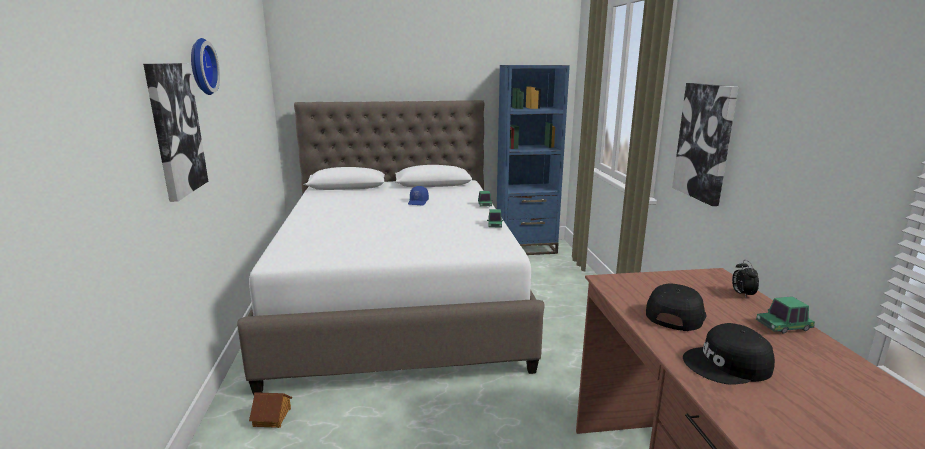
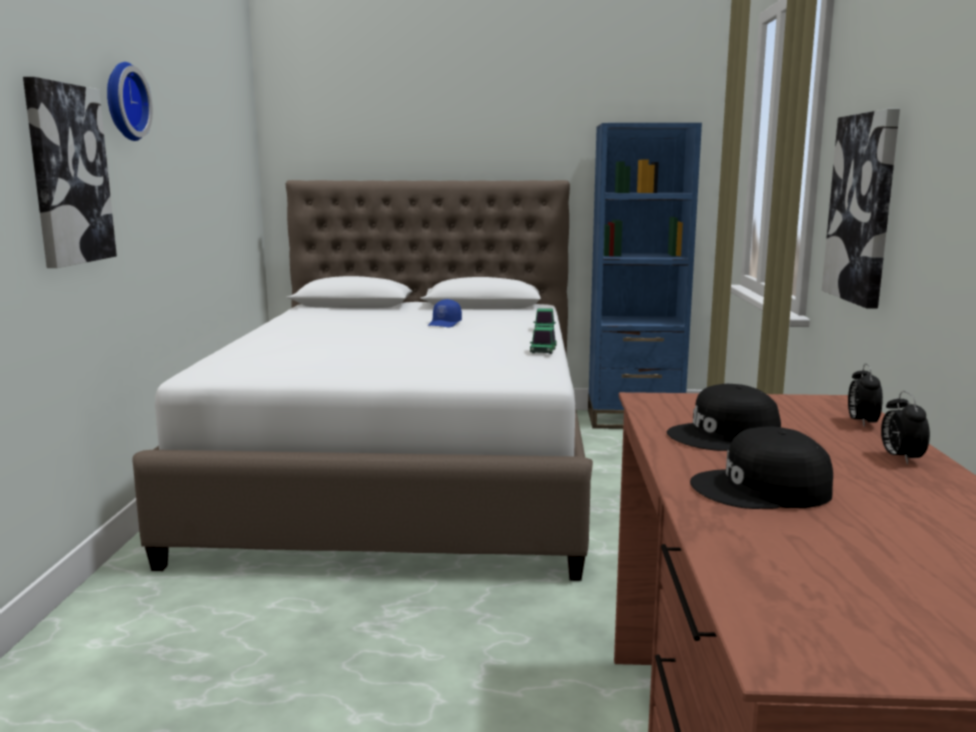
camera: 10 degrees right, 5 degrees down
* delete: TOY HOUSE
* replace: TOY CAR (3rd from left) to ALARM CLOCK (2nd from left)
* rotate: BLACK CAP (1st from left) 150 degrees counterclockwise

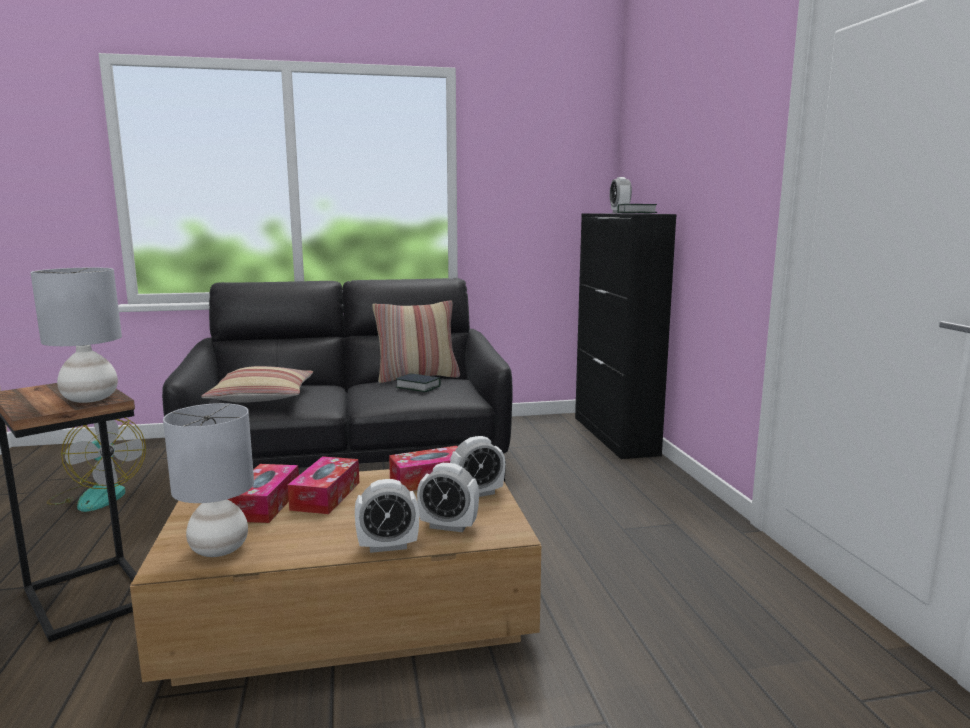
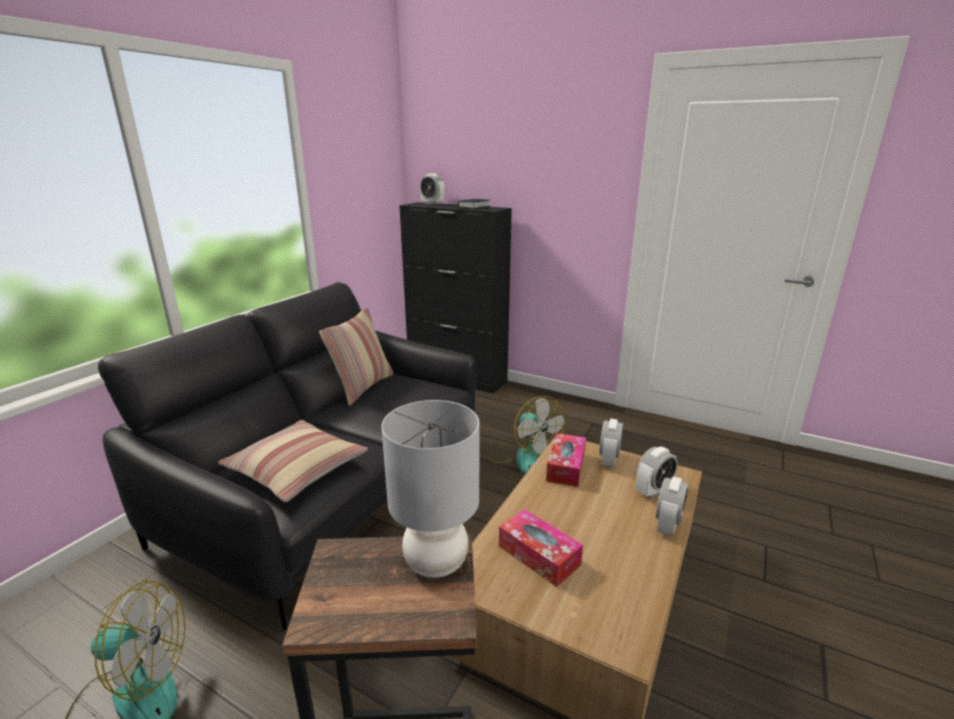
camera: 50 degrees left, 10 degrees up
* delete: GRAY LAMP FOR A TABLE (2nd from left)
* delete: TISSUE BOX (2nd from left)
* delete: BOUND BOOK (1st from left)
* insert: COOLING FAN (2nd from left)

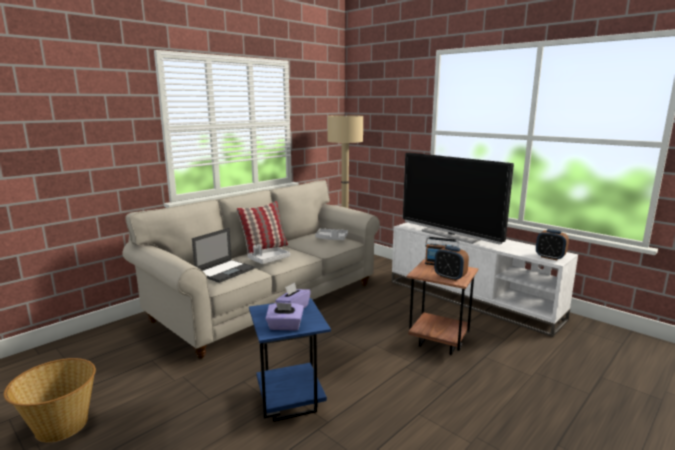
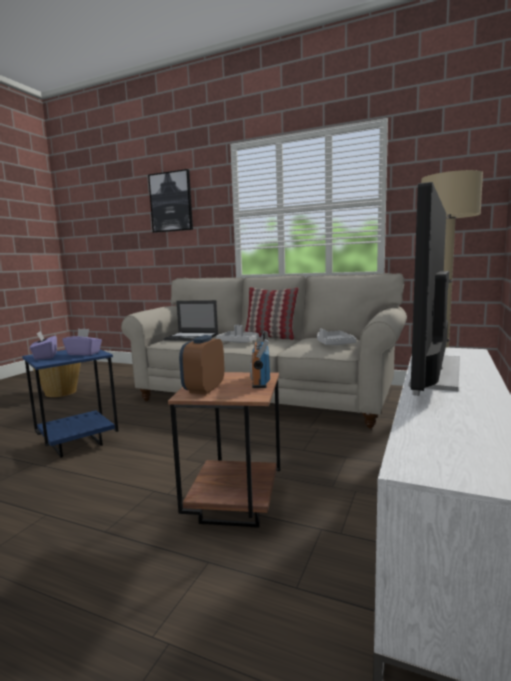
camera: 70 degrees right, 5 degrees down
* delete: ALARM CLOCK (2nd from left)
* insert: PICTURE

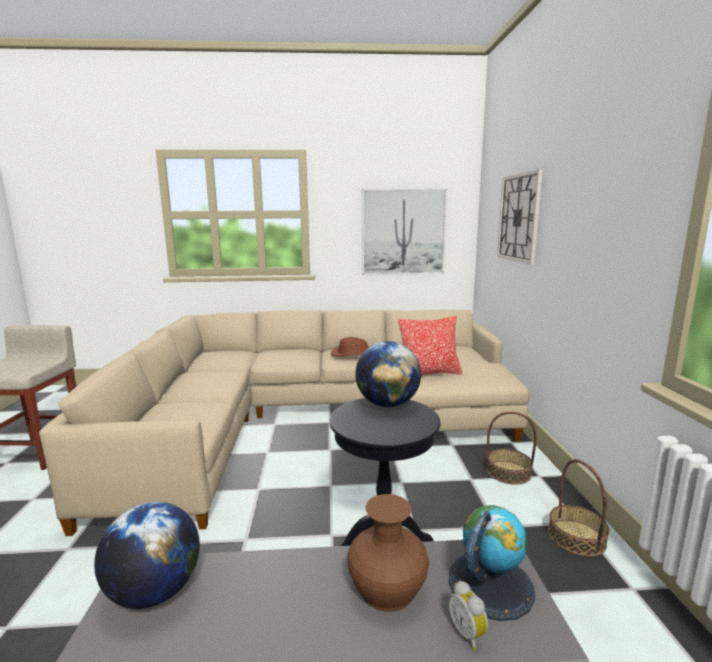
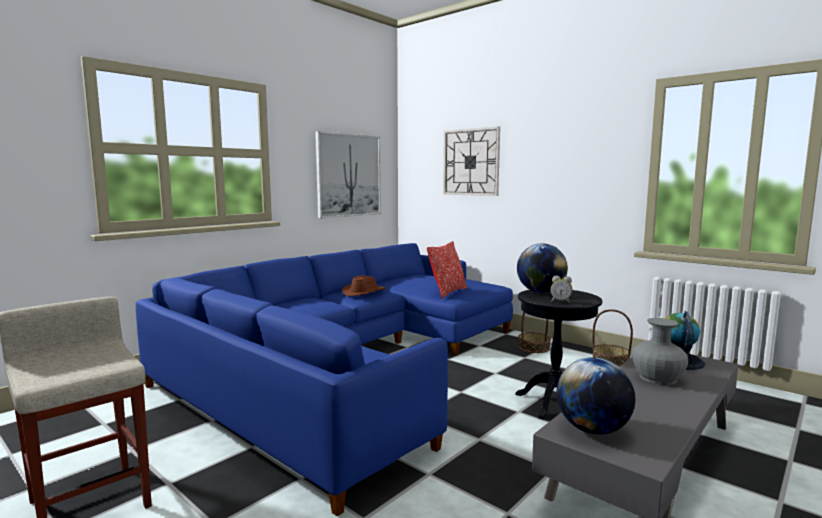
camera: 45 degrees left, 5 degrees down
* move: ALARM CLOCK
* recolor: BEIGE COUCH to BLUISH COUCH
* recolor: BROWNISH DECORATIVE VASE to GRAY DECORATIVE VASE

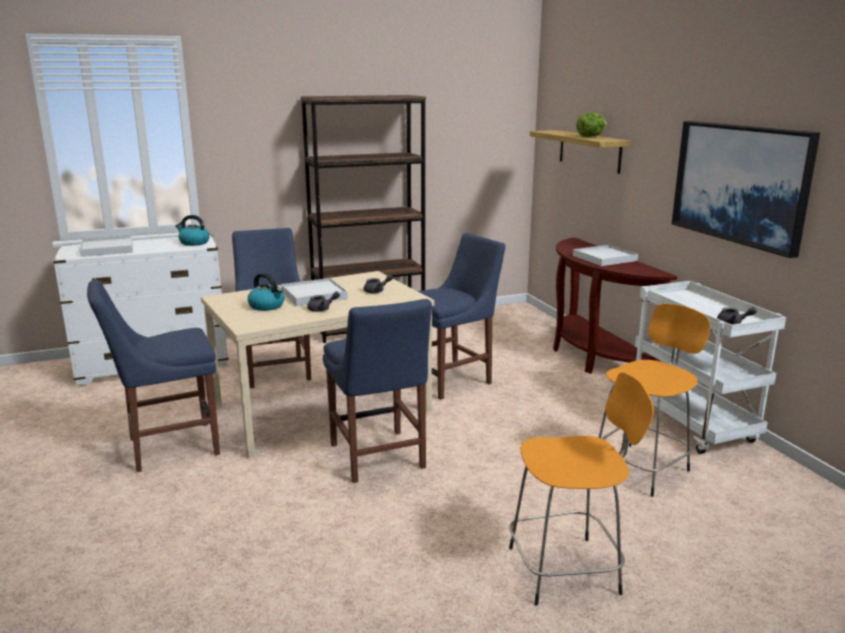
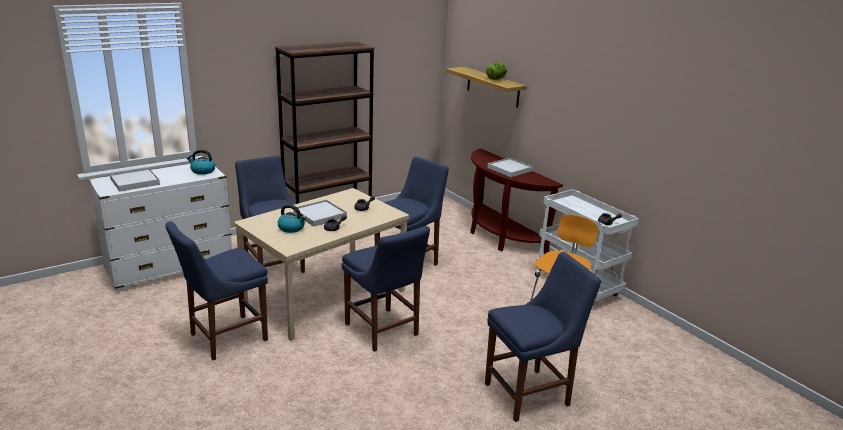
camera: 15 degrees left, 5 degrees up
* delete: PICTURE
* replace: ORANGE SITTING STOOL (1st from left) to BLUISH CHAIR (5th from left)

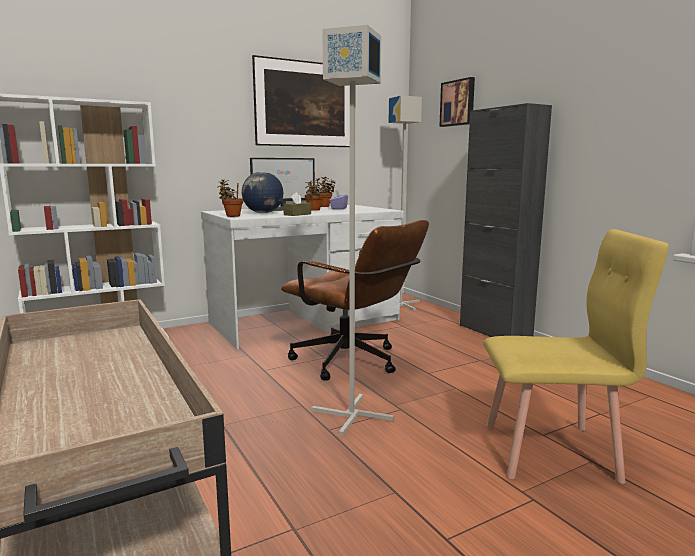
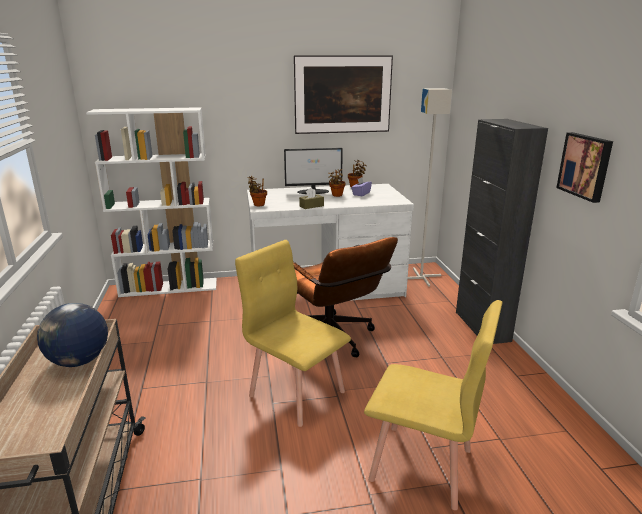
camera: 20 degrees right, 10 degrees up
* move: DESK GLOBE
* move: PICTURE (2nd from left)
* replace: GRAY STANDARD LAMP (1st from left) to YELLOW CHAIR (1st from left)

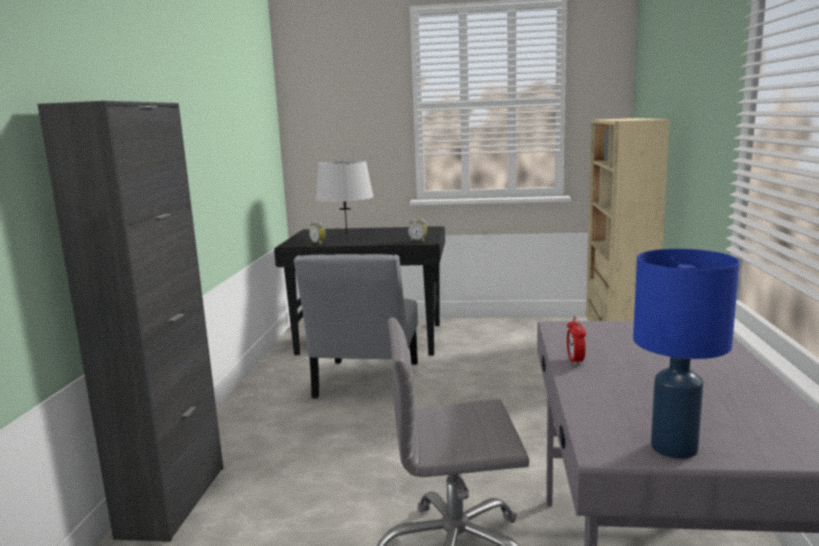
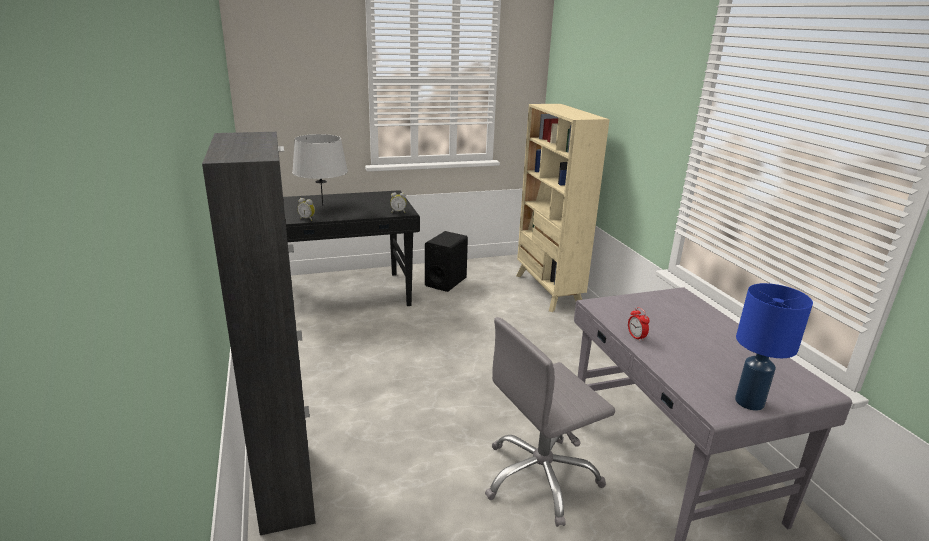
camera: 25 degrees left, 10 degrees up
* delete: GRAY CHAIR
* insert: BLACK AUDIO SPEAKER

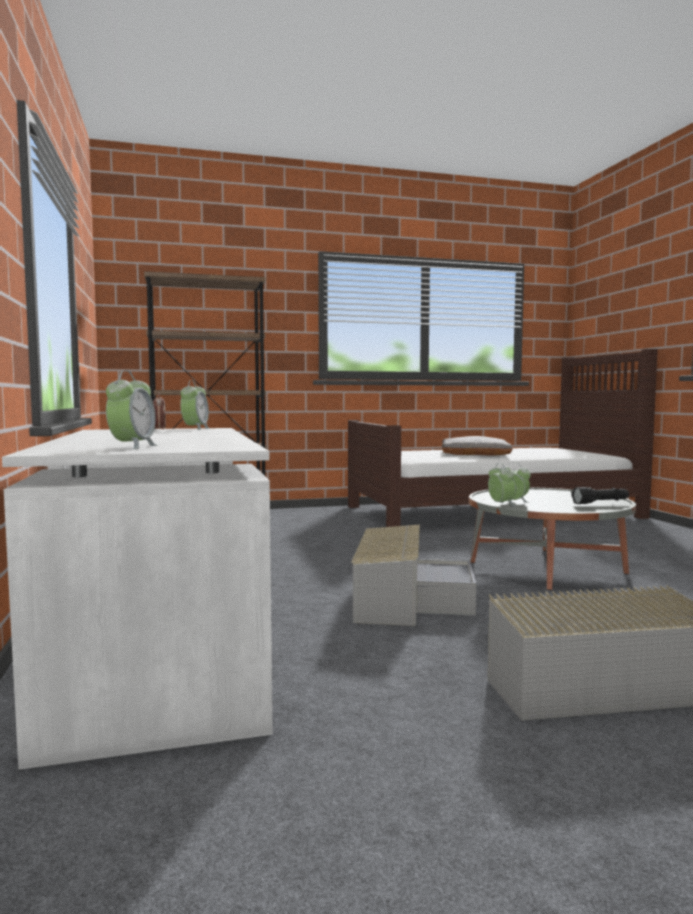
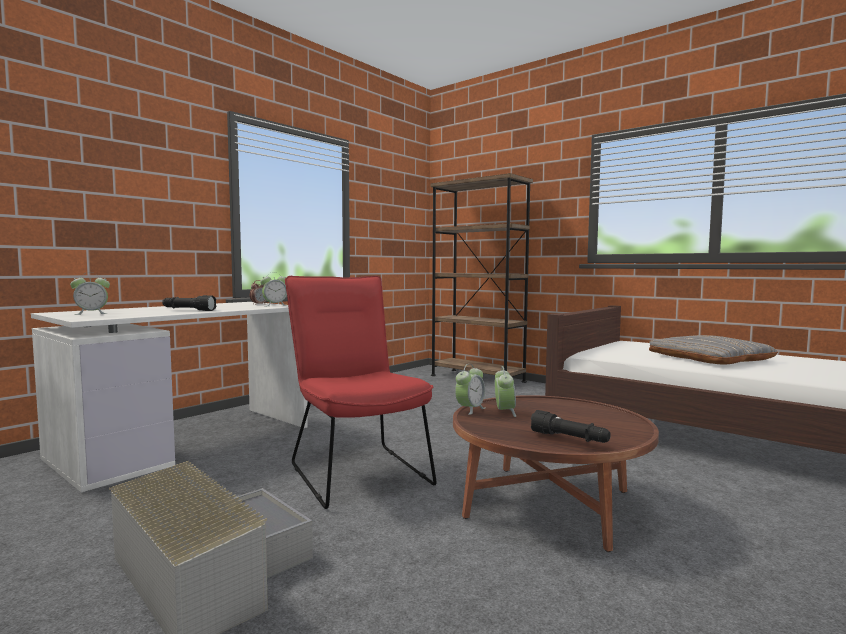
camera: 55 degrees right, 0 degrees up
* insert: BLACK HAND TORCH (1st from left)
* replace: GRAY STORAGE BIN (1st from left) to RED CHAIR
* recolor: GRAY LOW TABLE to BROWNISH LOW TABLE

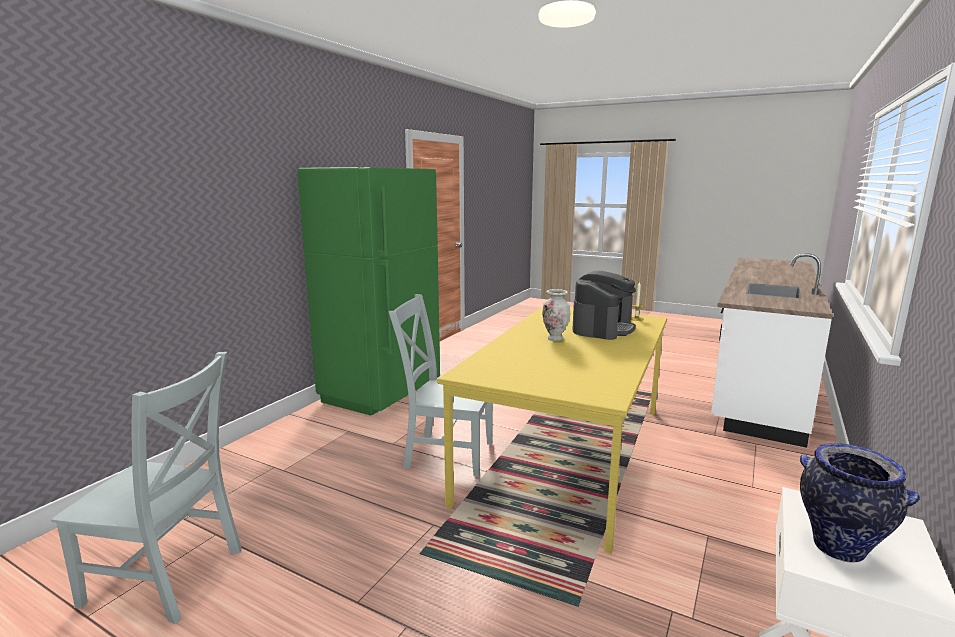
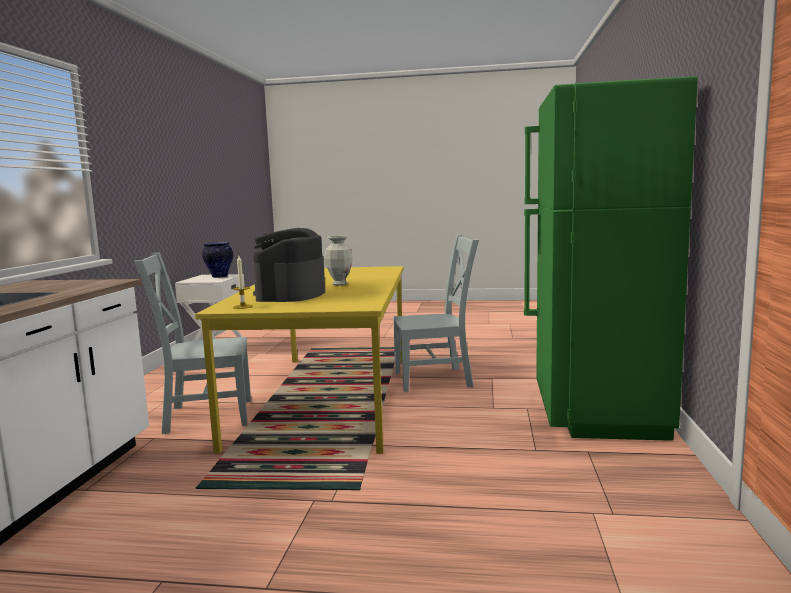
camera: 160 degrees right, 5 degrees down
* move: GRAY CHAIR (1st from left)

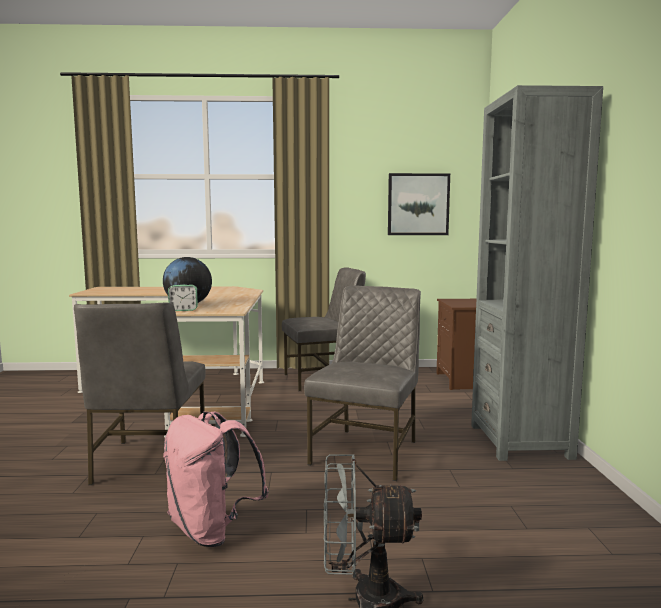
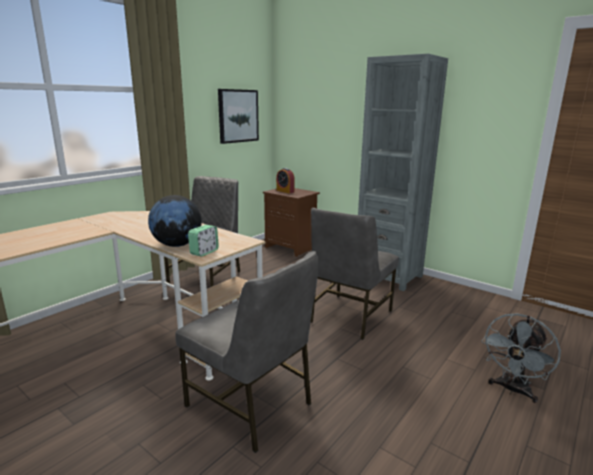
camera: 50 degrees left, 10 degrees up
* delete: PINK KNAPSACK
* insert: ALARM CLOCK (2nd from left)
* rotate: GRAY CHAIR (3rd from left) 120 degrees counterclockwise

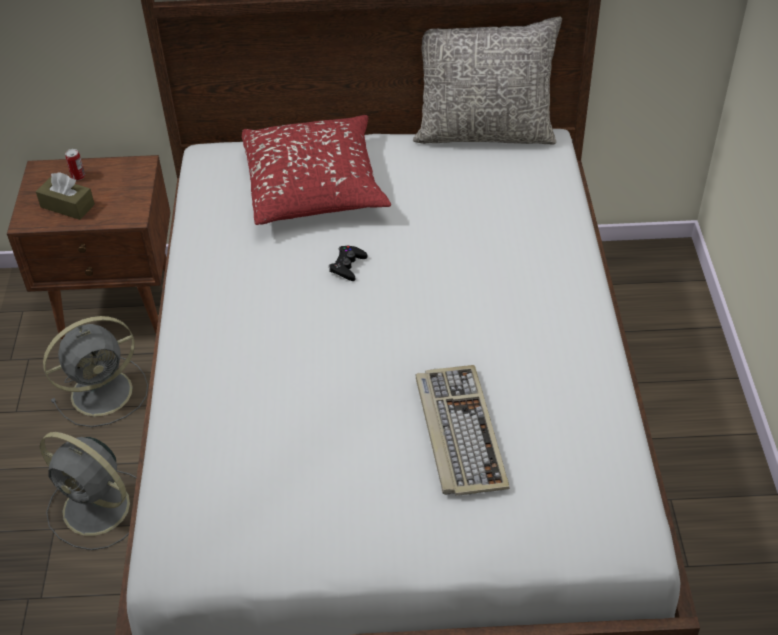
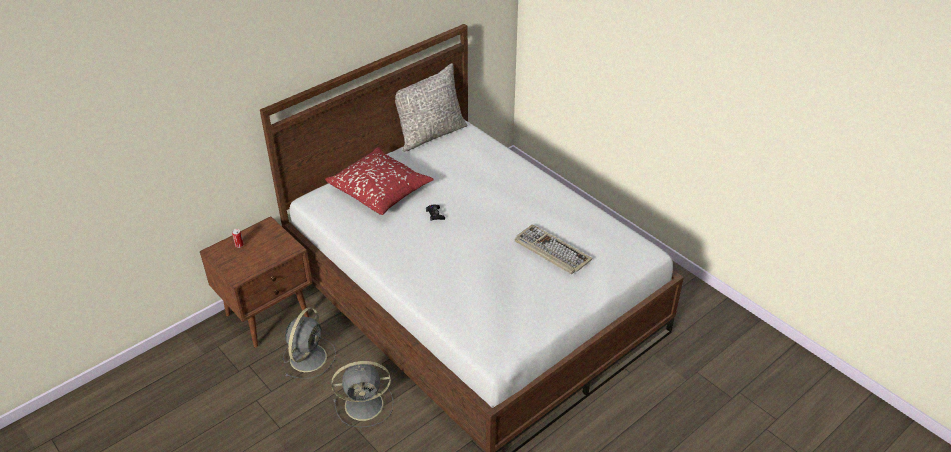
camera: 40 degrees left, 5 degrees down
* delete: BROWNISH TISSUE BOX

